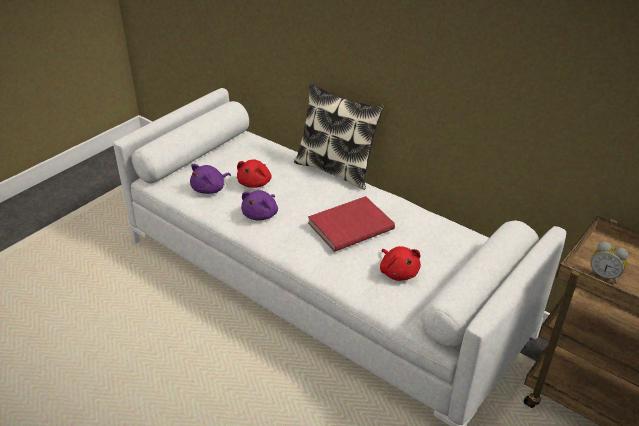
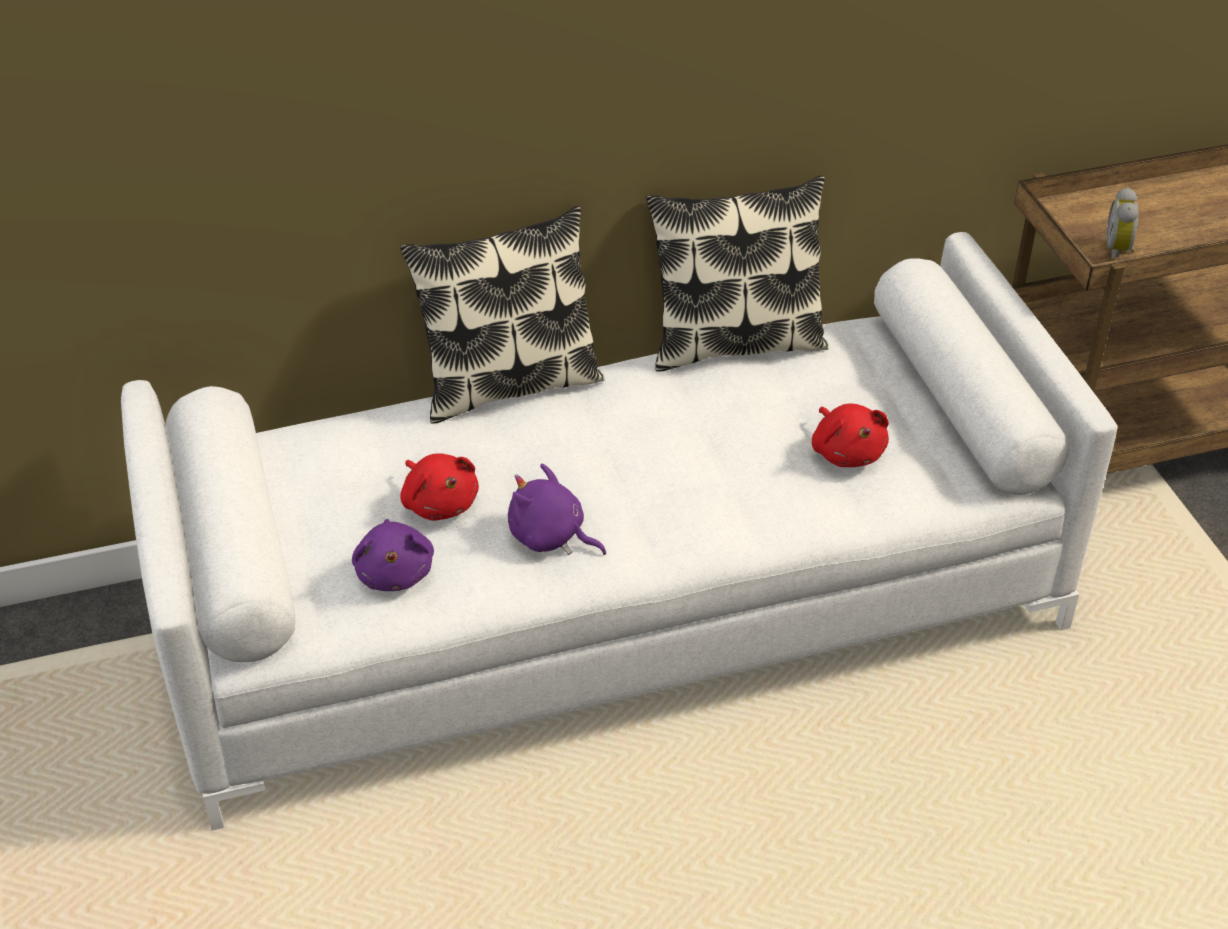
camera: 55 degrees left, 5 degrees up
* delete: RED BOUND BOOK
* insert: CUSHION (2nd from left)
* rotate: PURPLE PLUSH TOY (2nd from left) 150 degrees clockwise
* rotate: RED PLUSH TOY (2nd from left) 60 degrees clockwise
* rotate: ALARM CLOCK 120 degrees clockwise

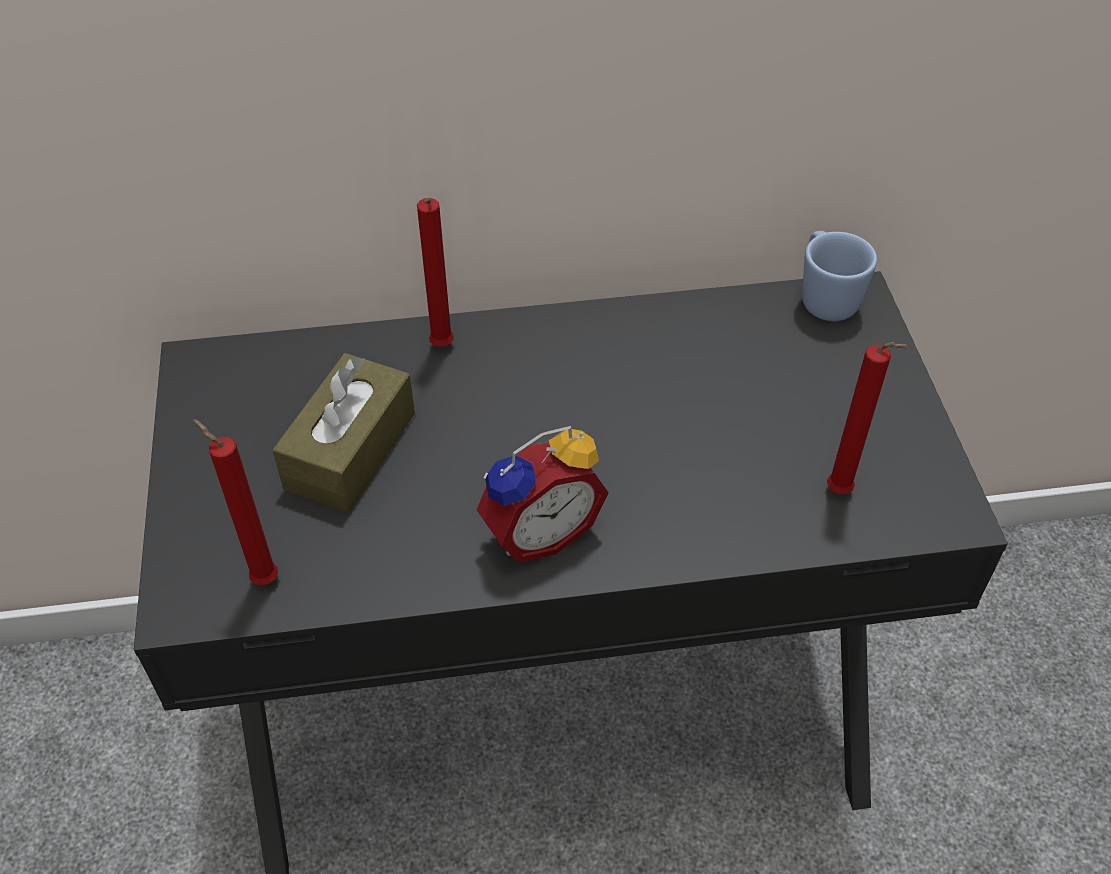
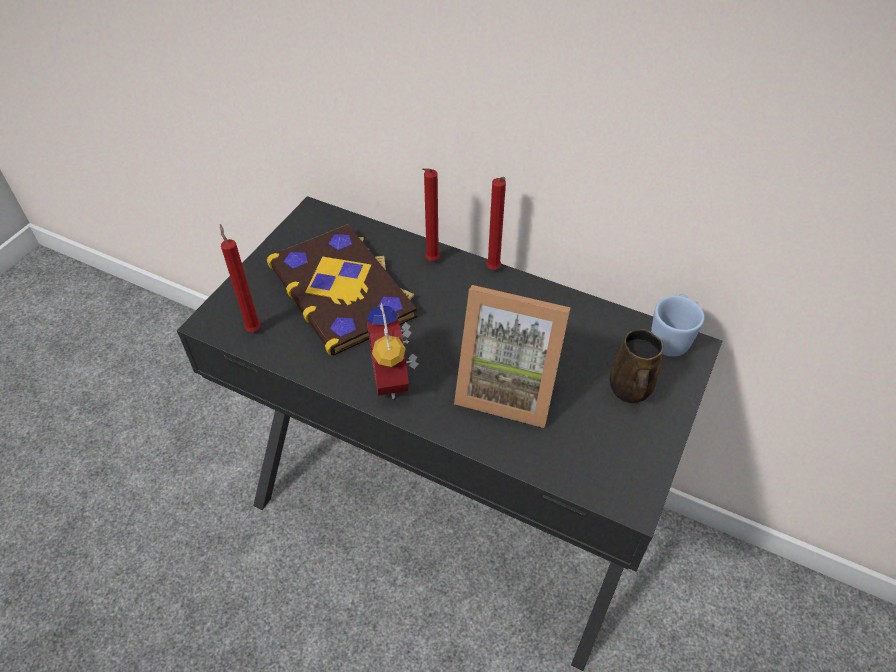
camera: 35 degrees right, 0 degrees up
* insert: PICTURE FRAME
* insert: BROWNISH COFFEE MUG
* move: RED WAX LIGHT (3rd from left)
* replace: BROWNISH TISSUE BOX to BOUND BOOK
* rotate: ALARM CLOCK 75 degrees clockwise

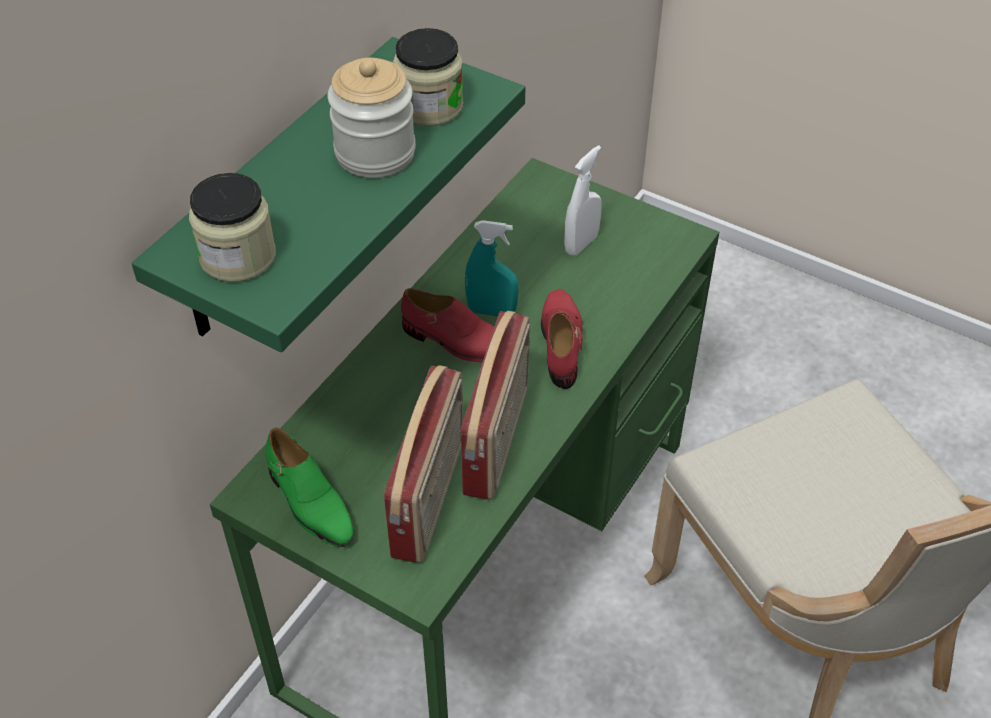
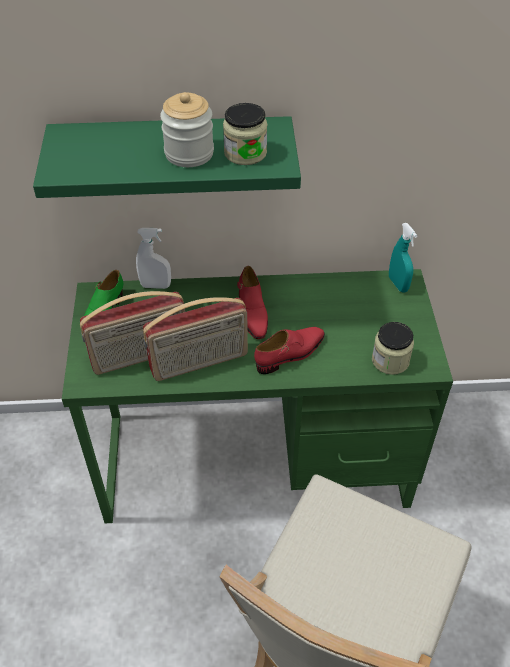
camera: 55 degrees right, 0 degrees up
* move: PRESERVE JAR (1st from left in the first image) to PRESERVE JAR (3rd from left)
* move: TURQUOISE-COLOURED HAND SPRAYER
* move: WHITISH HAND SPRAYER

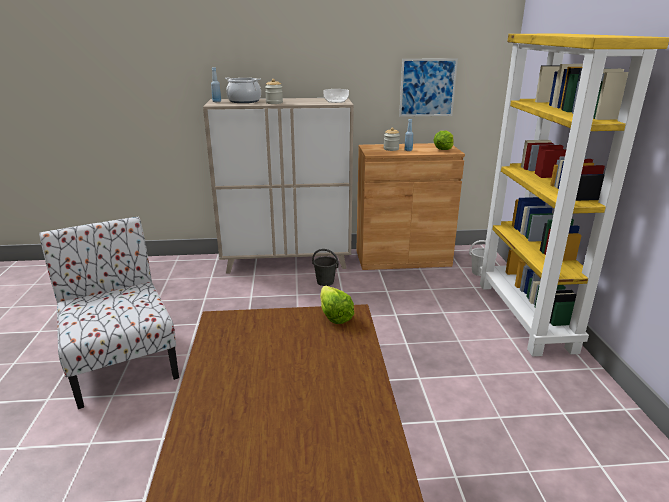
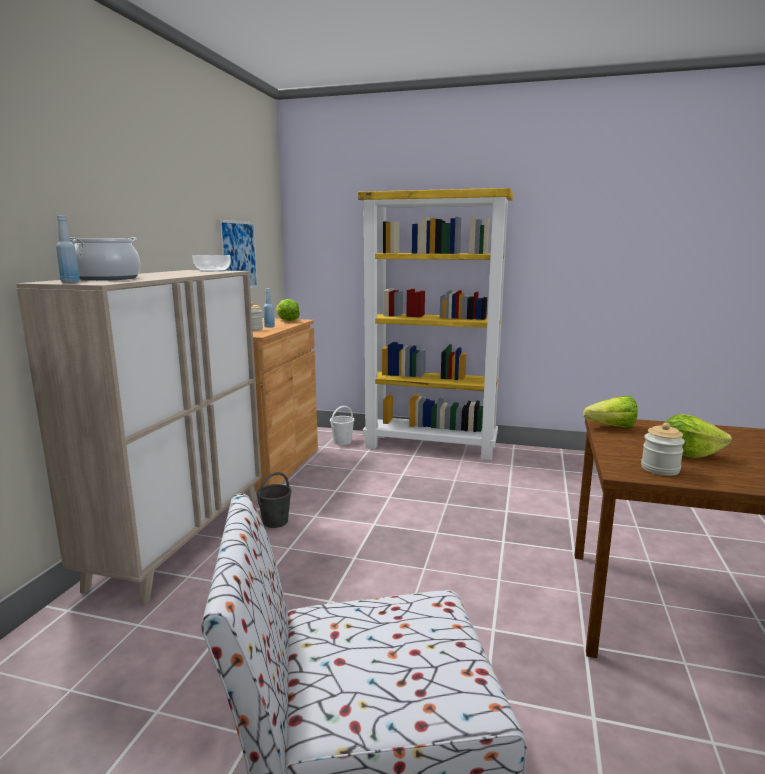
camera: 70 degrees left, 10 degrees down
* insert: HEAD OF LETTUCE (3rd from left)
* move: PRESERVE JAR (1st from left in the first image) to PRESERVE JAR (2nd from left)

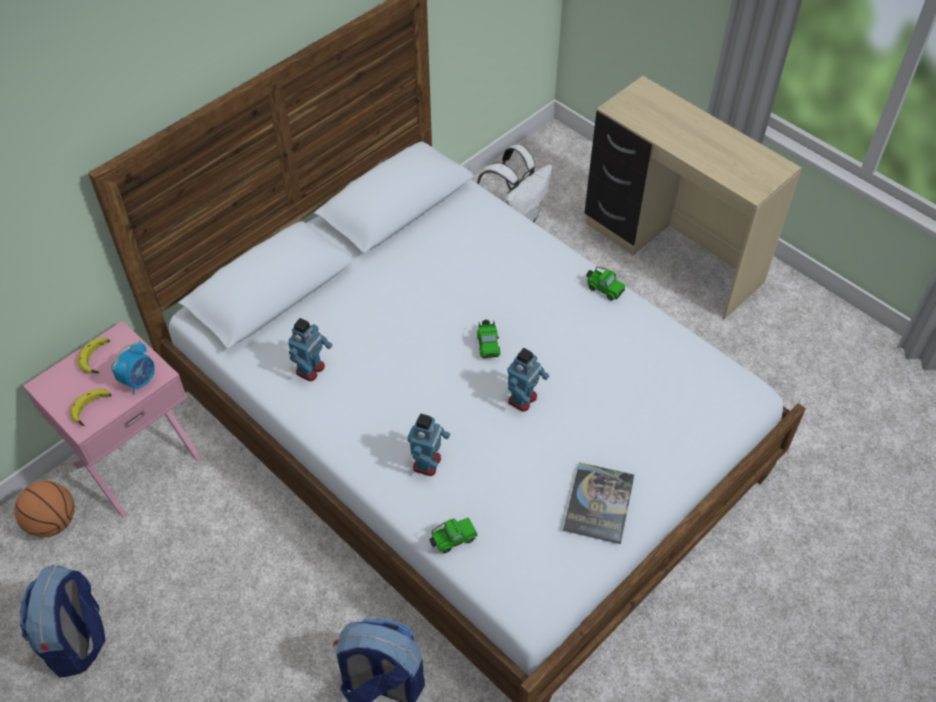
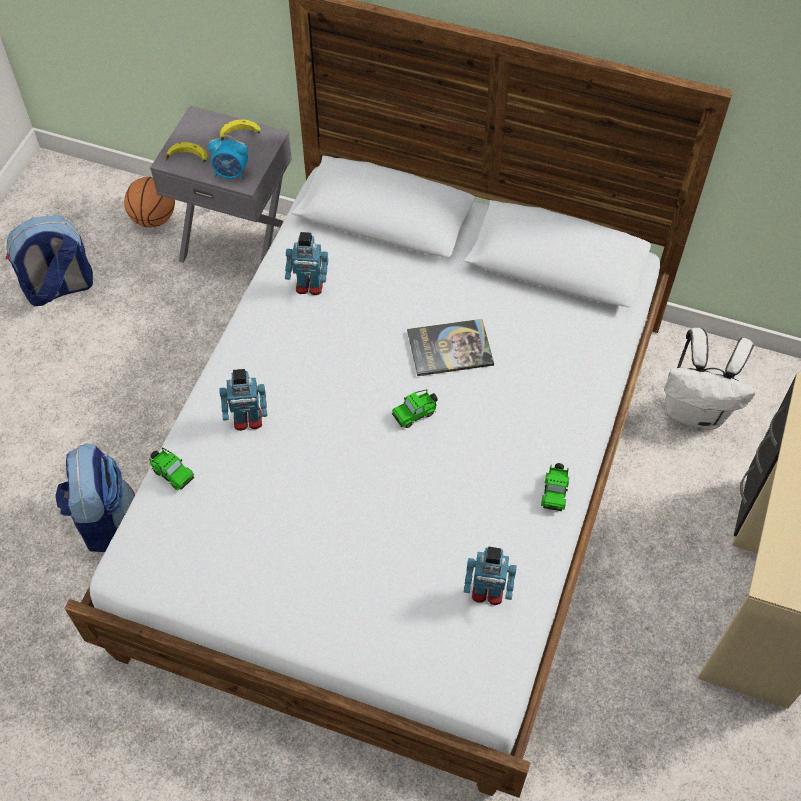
camera: 65 degrees right, 5 degrees up
* move: TOY ROBOT (3rd from left)
* move: BOUND BOOK
* recolor: PINK BEDSIDE TABLE to GRAY BEDSIDE TABLE

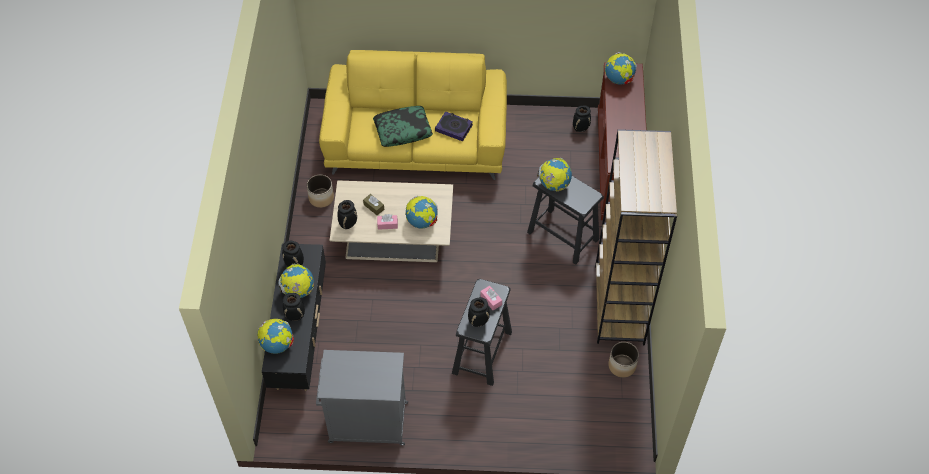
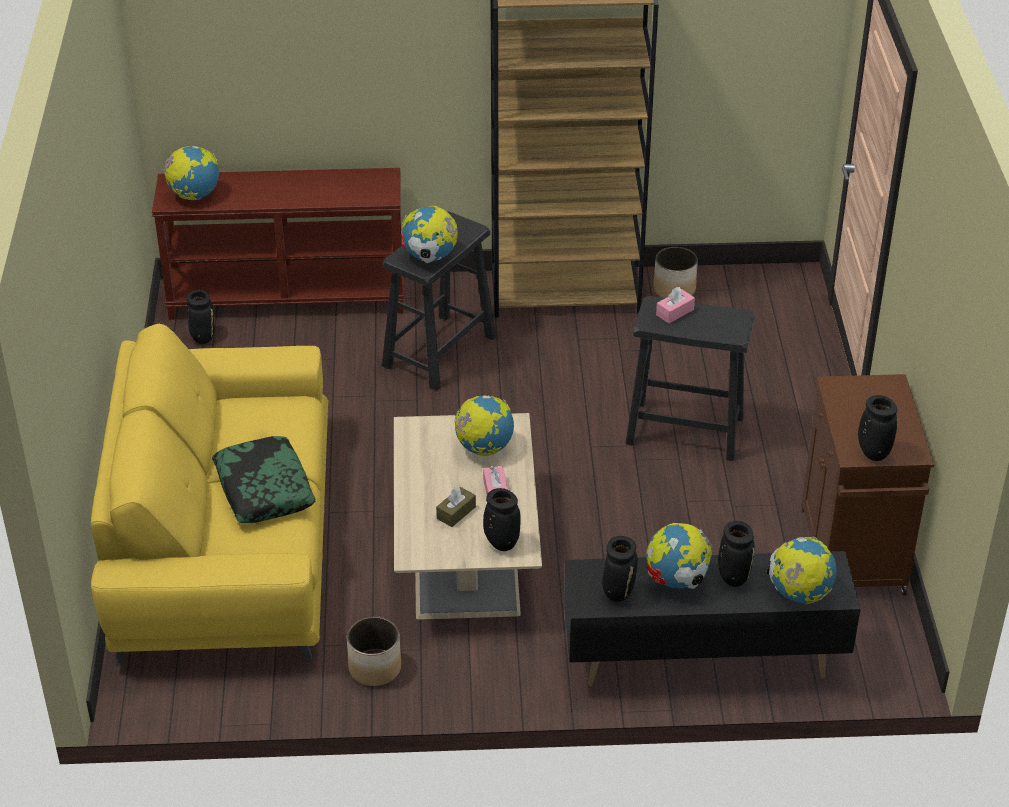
camera: 95 degrees left, 15 degrees down
* delete: BOUND BOOK
* move: BLACK DECORATIVE VASE (4th from left in the first image) to BLACK DECORATIVE VASE (5th from left)
* recolor: GRAY STORAGE CABINET to BROWNISH STORAGE CABINET

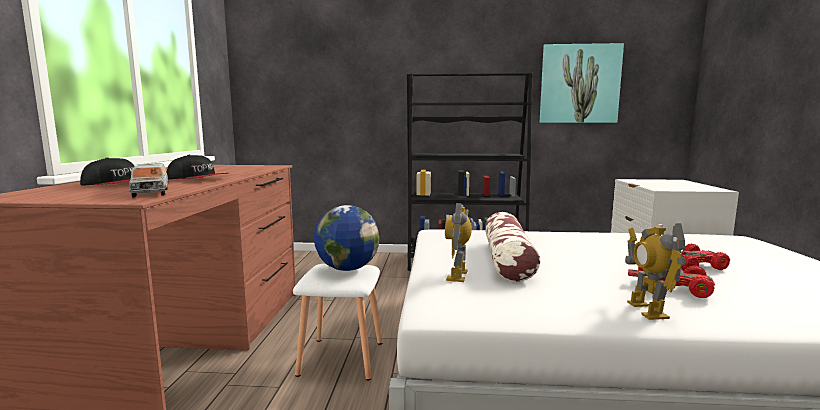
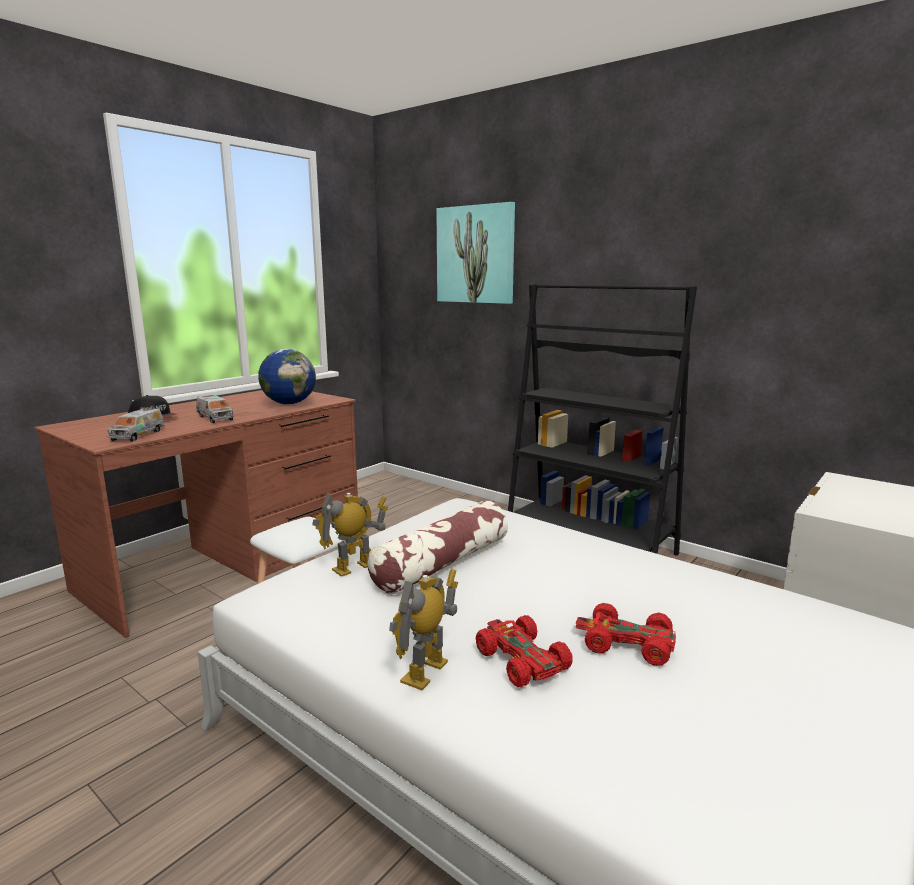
camera: 35 degrees right, 5 degrees up
* move: DESK GLOBE
* move: PICTURE
* replace: CAP (2nd from left) to TOY LORRY (2nd from left)

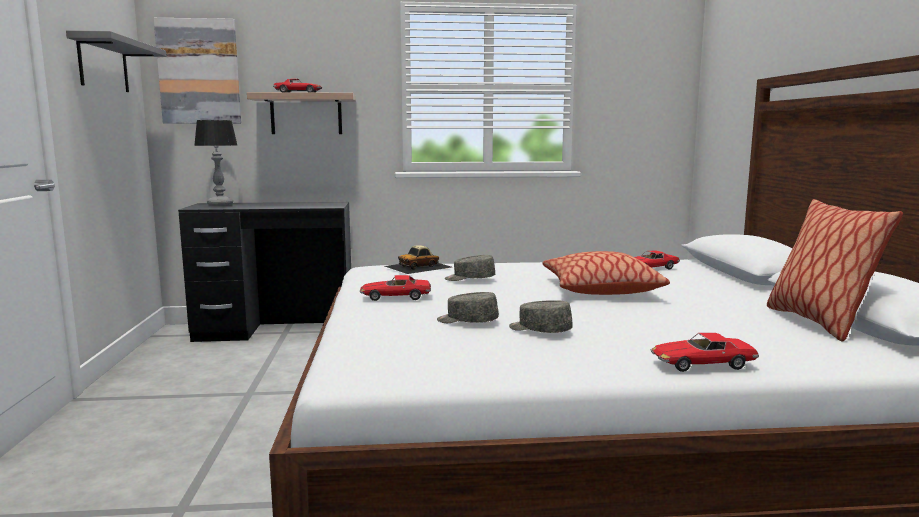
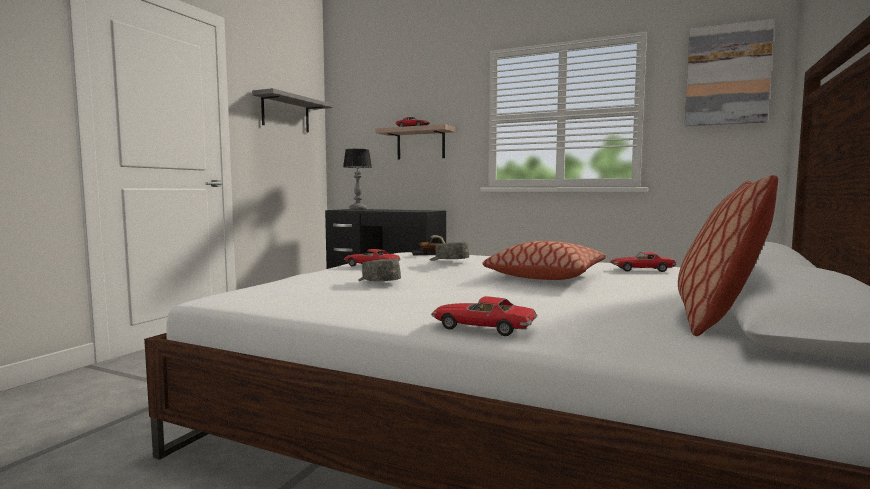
camera: 30 degrees right, 5 degrees down
* delete: GRAY CAP (3rd from left)
* move: PICTURE

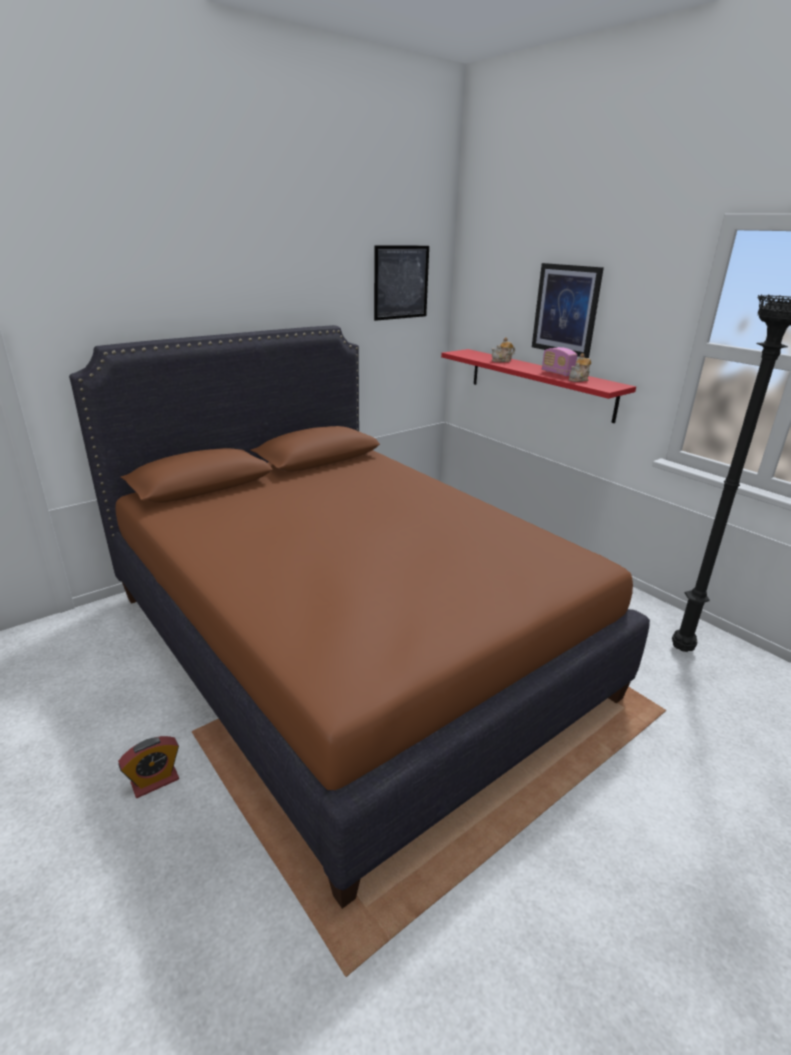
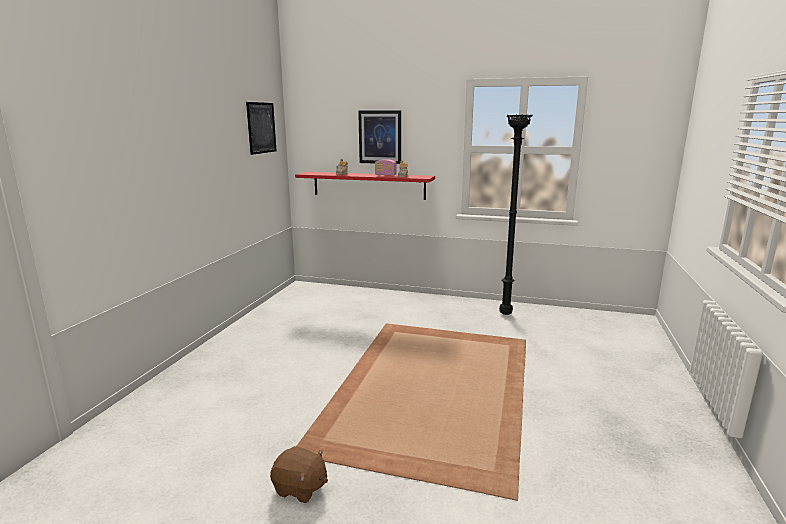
camera: 35 degrees left, 10 degrees down
* delete: BROWNISH SLEEPING BED
* replace: ALARM CLOCK to BROWNISH PLUSH TOY

